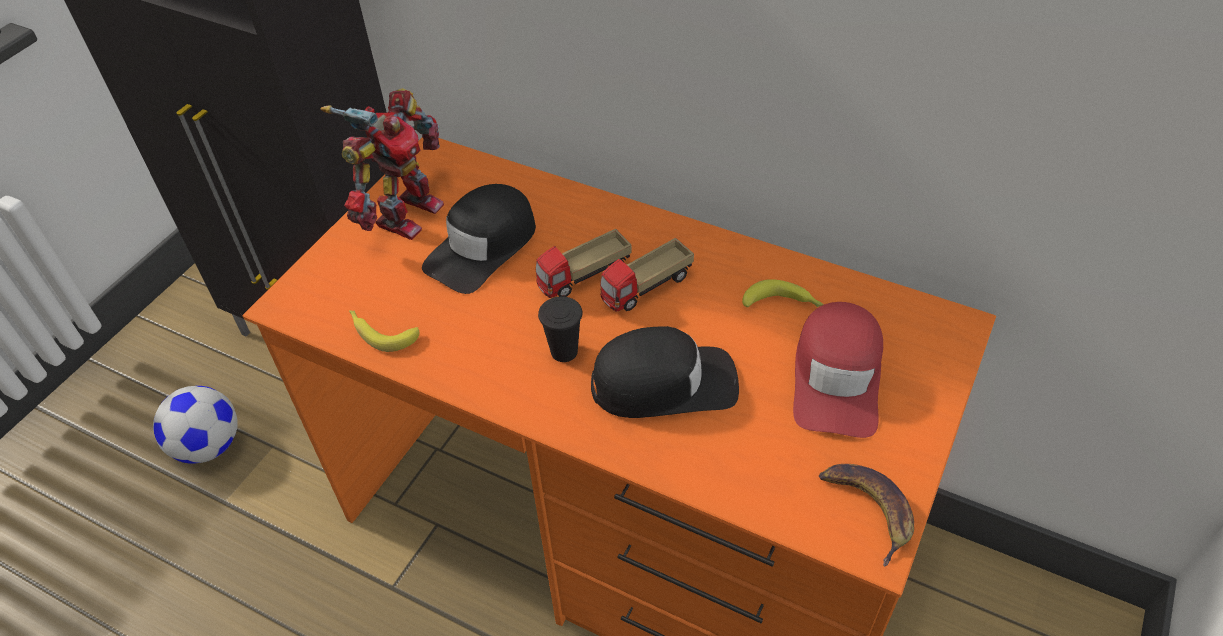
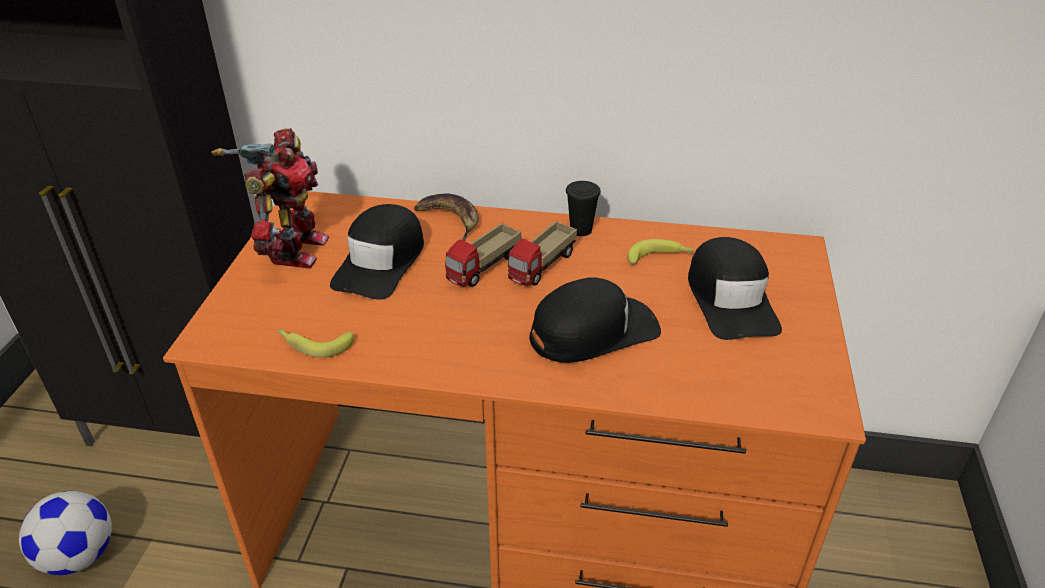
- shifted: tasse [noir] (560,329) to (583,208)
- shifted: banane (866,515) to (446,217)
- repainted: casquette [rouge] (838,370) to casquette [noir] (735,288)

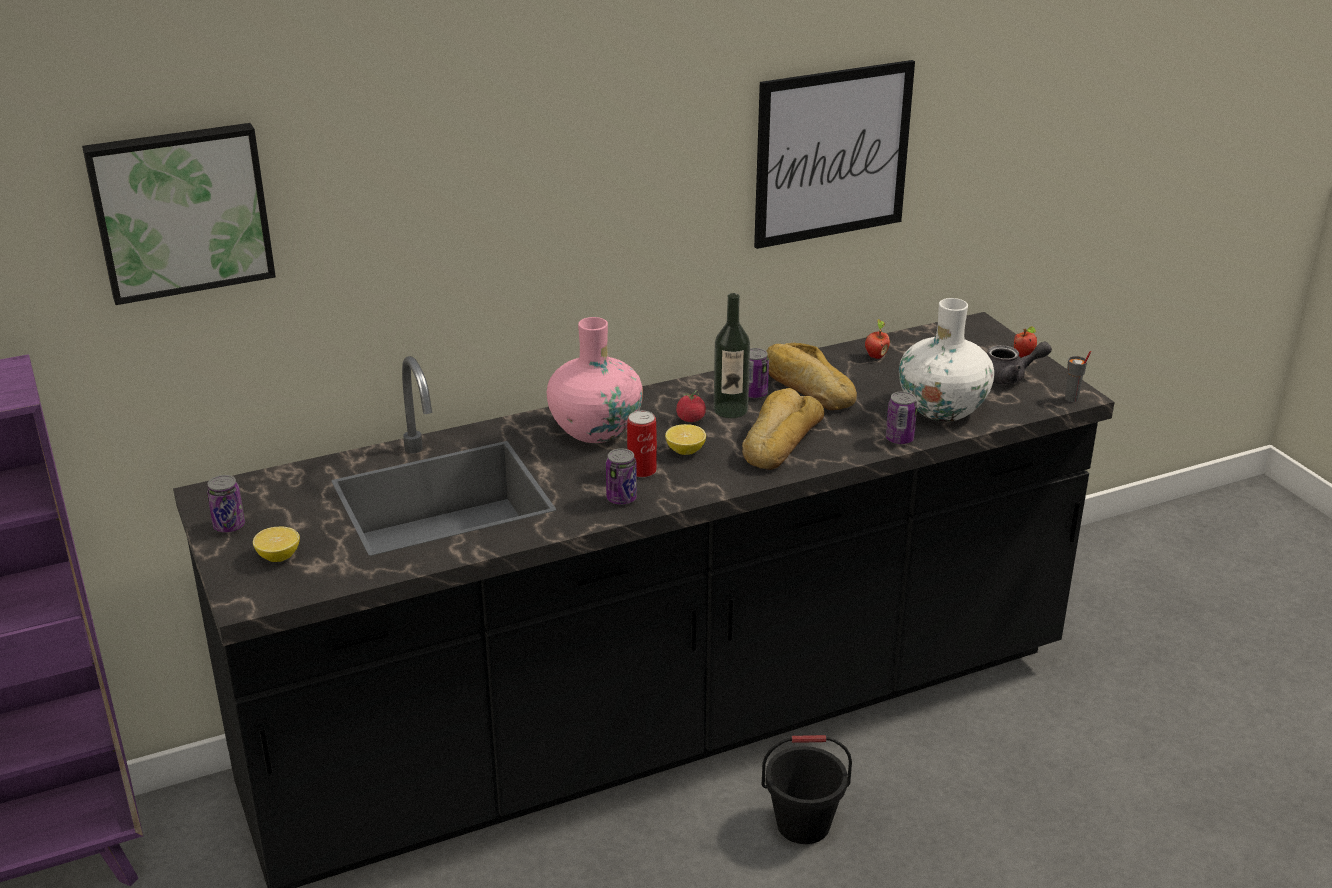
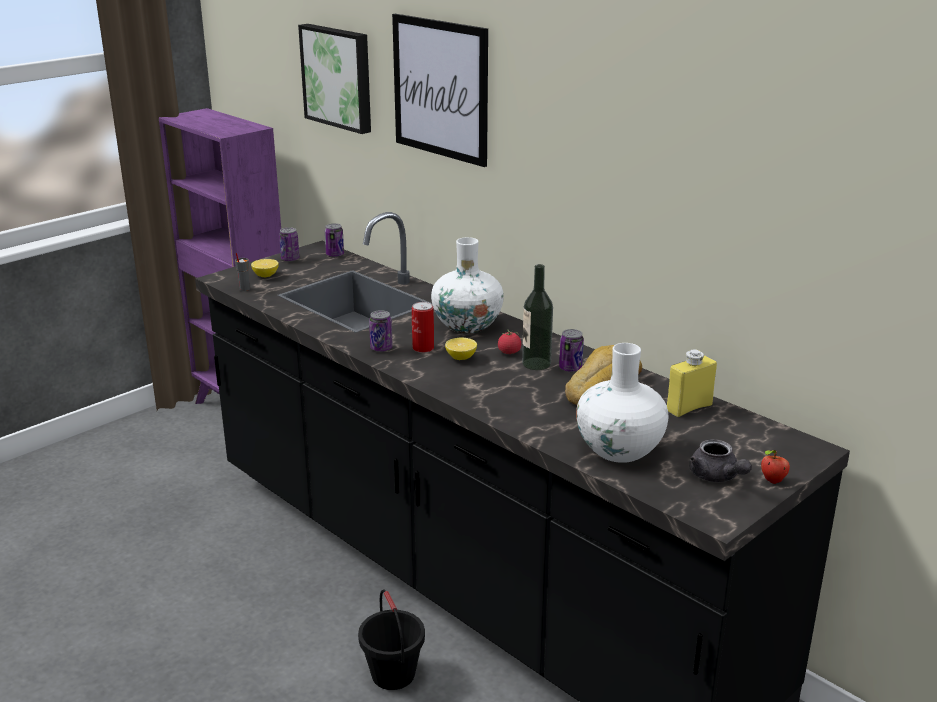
- gone: pain (783,429)
- shifted: tableau (834,154) to (440,90)
- shifted: boîte métallique (901,417) to (334,240)
- shifted: tasse [gris] (1078,376) to (242,272)
- swapped: pomme (877,339) to bouteille [jaune] (692,383)
- repainted: vase [rose] (595,380) to vase [blanc] (467,285)

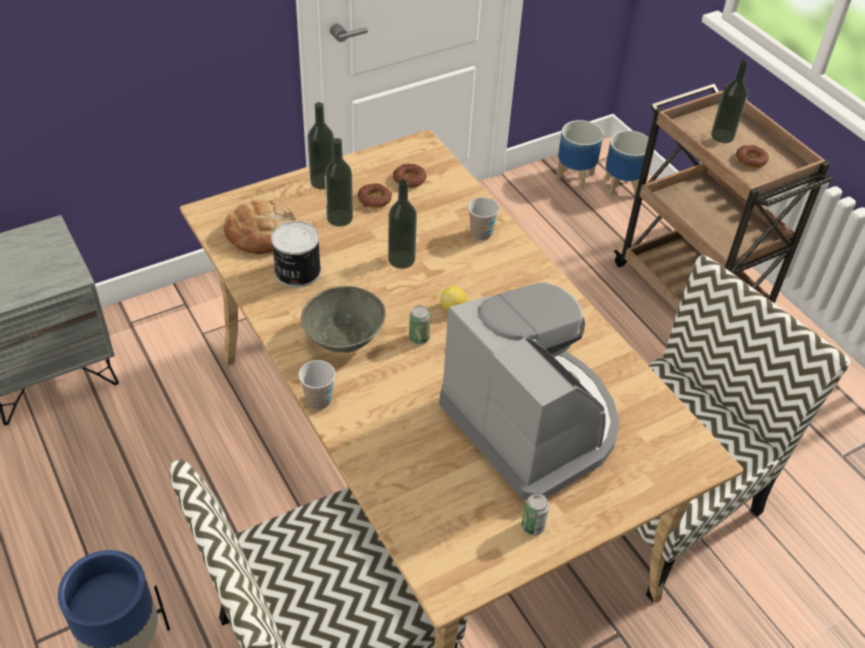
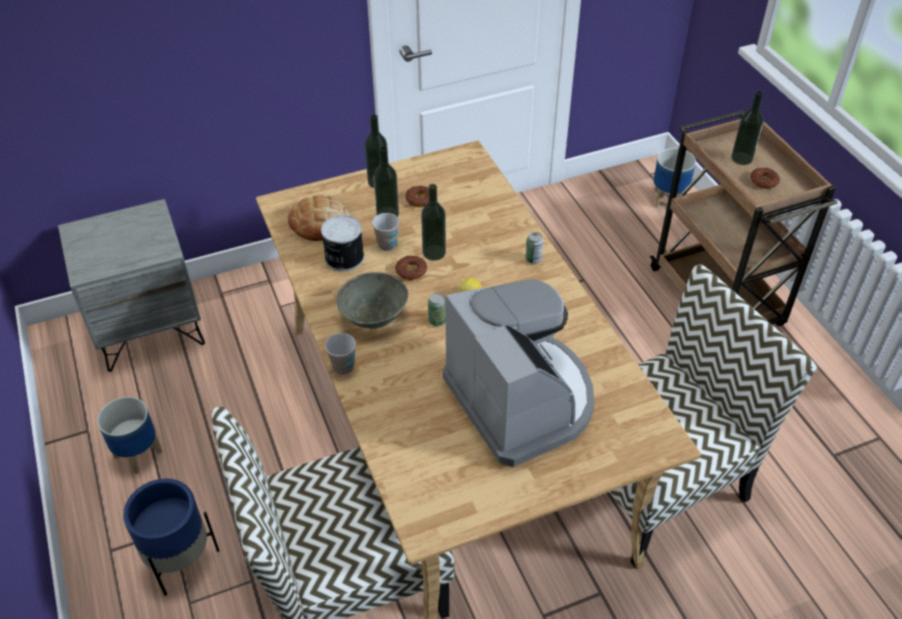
- shifted: beignet (409,176) to (411,268)
- shifted: tasse (483,219) to (385,232)
- shifted: boîte métallique (535,514) to (534,248)
- shifted: cache-pot (579,155) to (129,435)

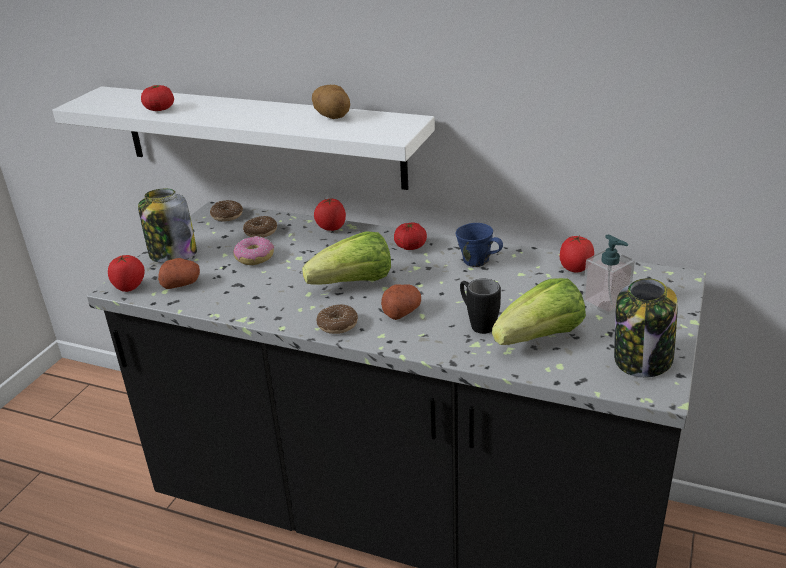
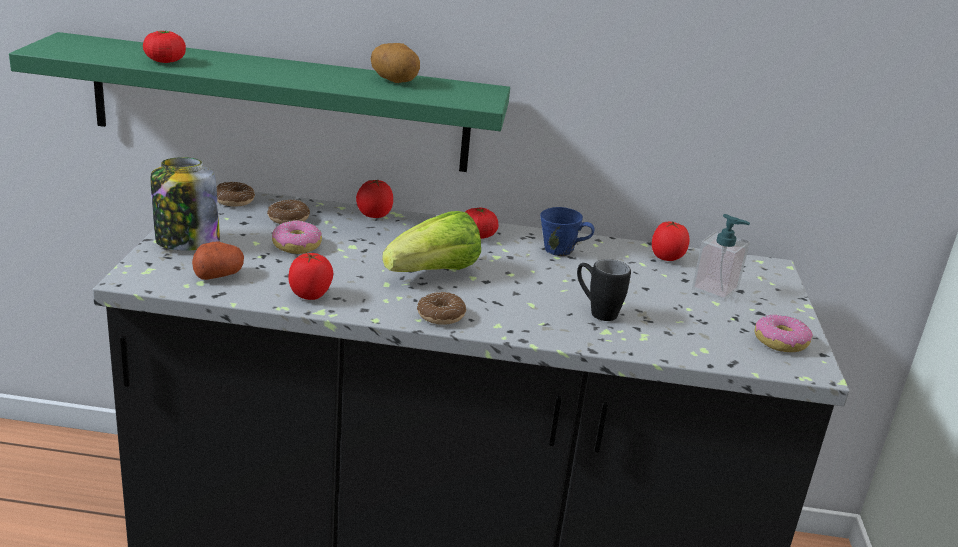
- gone: pomme de terre (401,302)
- gone: laitue (539,311)
- shifted: tomate (126,273) to (311,276)
- swapped: bocal (646,328) to beignet (783,333)
- repainted: étagère [blanc] (243,138) to étagère [vert] (259,102)

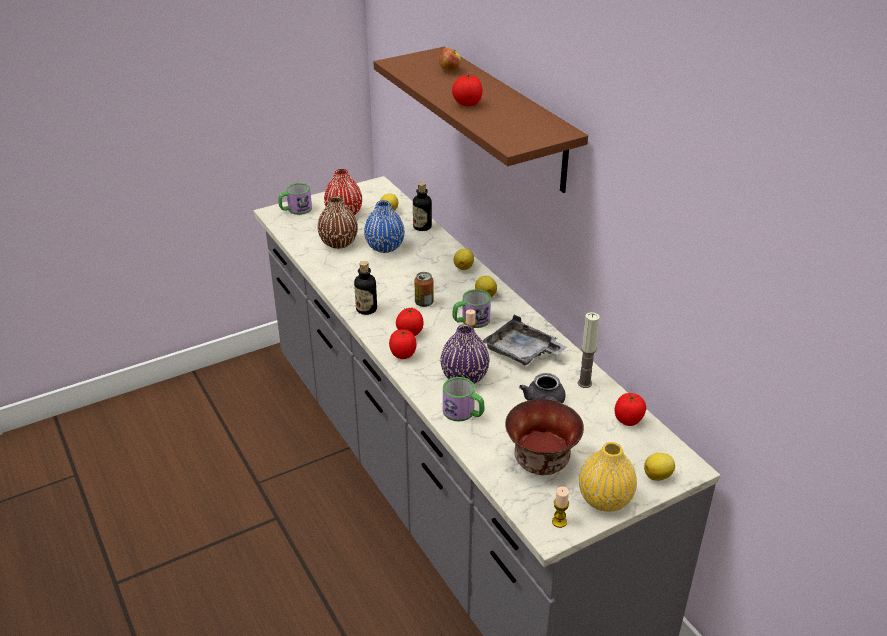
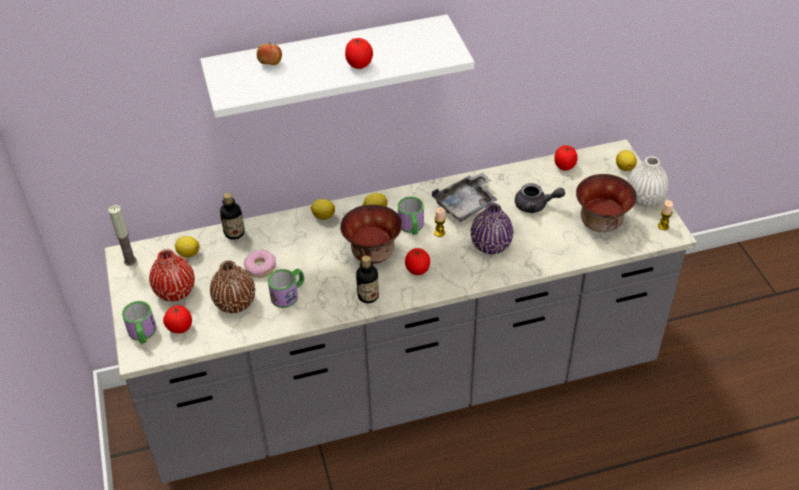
- shifted: tomate (402,344) to (177,319)
- shifted: mug (464,399) to (286,288)
- shifted: bougie (589,350) to (122,235)
- swapped: vase [bleu] (384,226) to beignet (260,264)
- swapped: boîte métallique (424,289) to bol (371,234)
- repainted: étagère [marron] (480,120) to étagère [blanc] (337,66)
- repainted: vase [jaune] (608,477) to vase [blanc] (648,181)

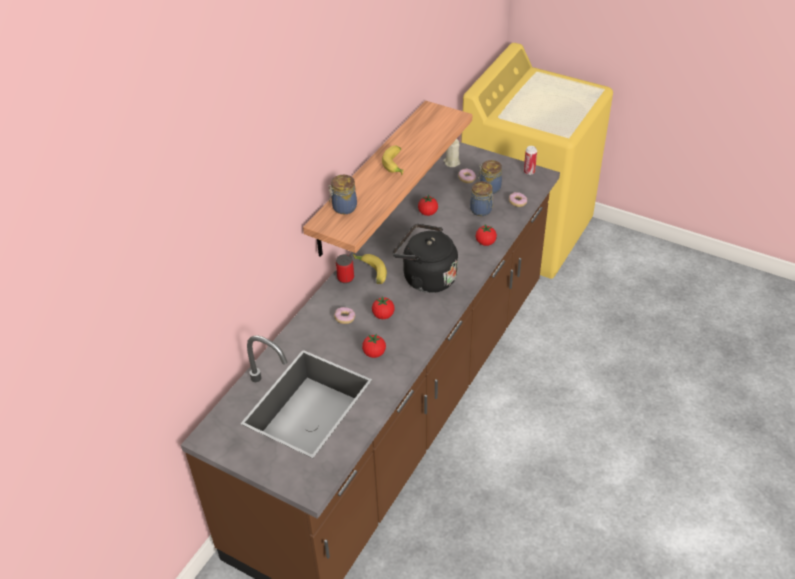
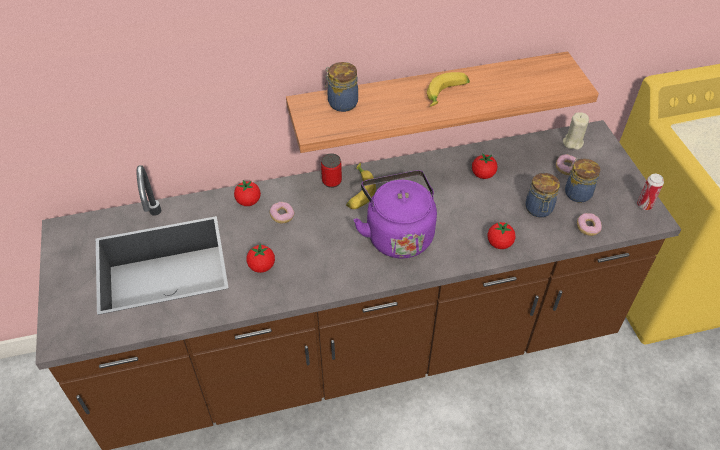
- shifted: tomate (383,307) to (247,193)
- repainted: bouilloire [noir] (425,258) to bouilloire [violet] (395,214)

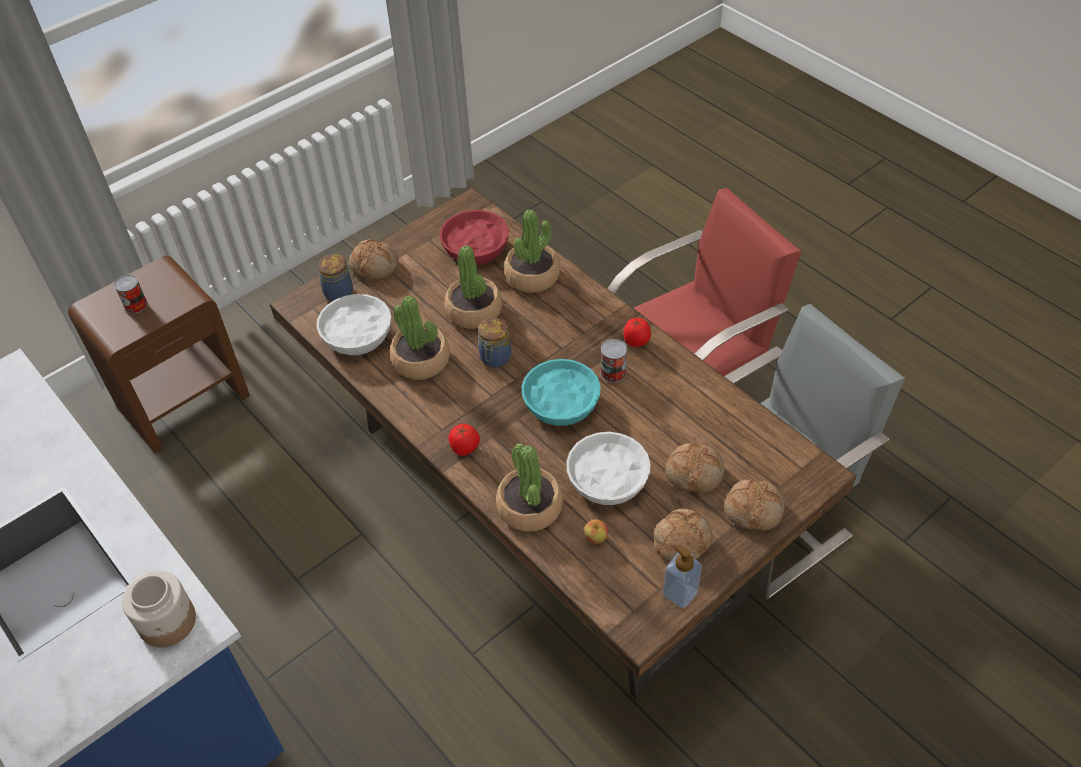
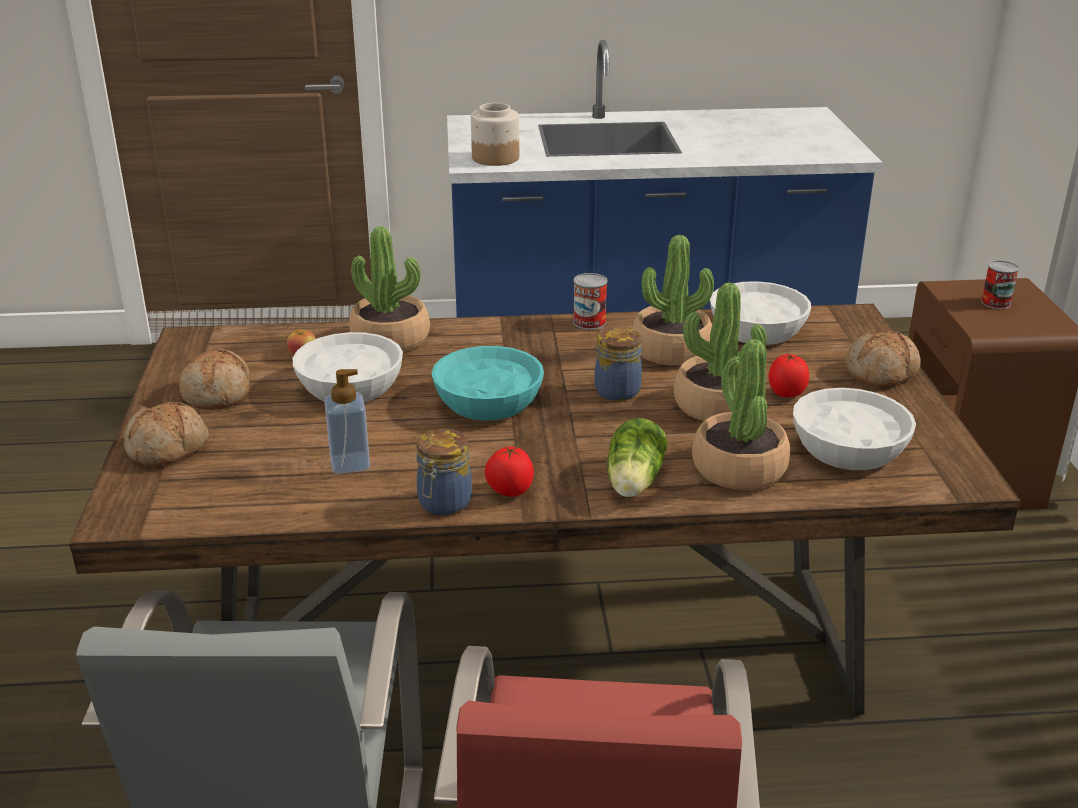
- gone: pain (694,468)
- new: laitue (637,457)
- shifted: bocal (336,277) to (444,472)
- shifted: tomate (464,440) to (789,375)
- shifted: boîte métallique (613,360) to (590,301)
- shifted: distributeur de savon (682,576) to (347,421)
- repainted: bol [rouge] (474,237) to bol [blanc] (854,429)

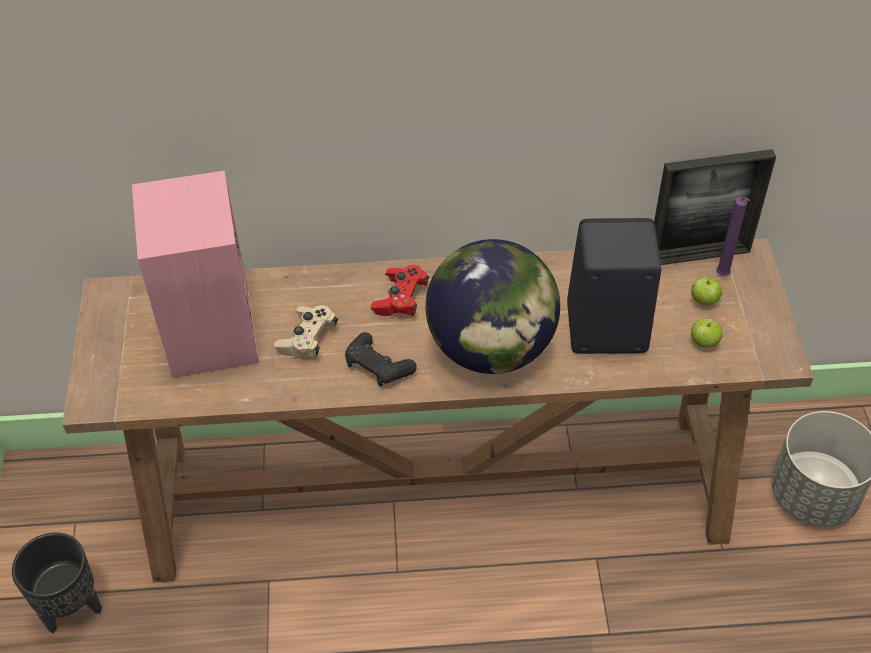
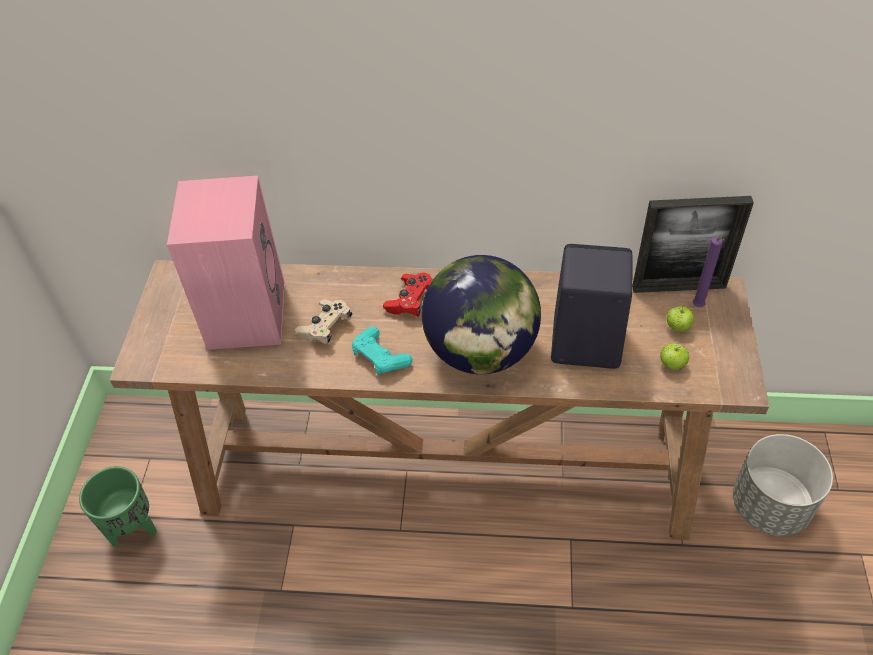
- repainted: cache-pot [noir] (57,582) to cache-pot [vert] (118,507)
- repainted: manette [noir] (381,359) to manette [turquoise] (382,351)

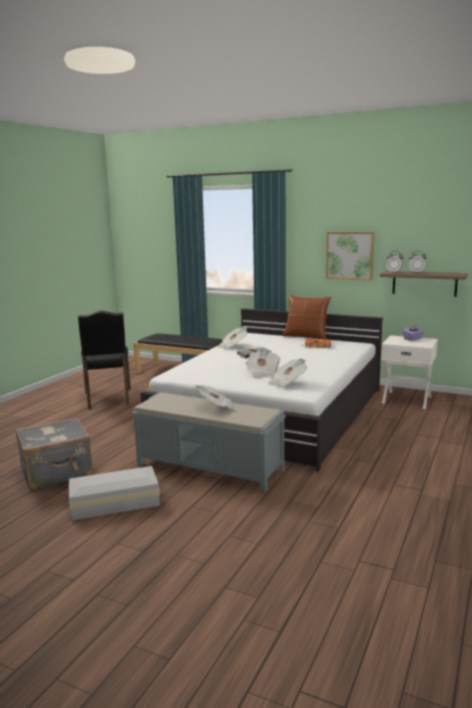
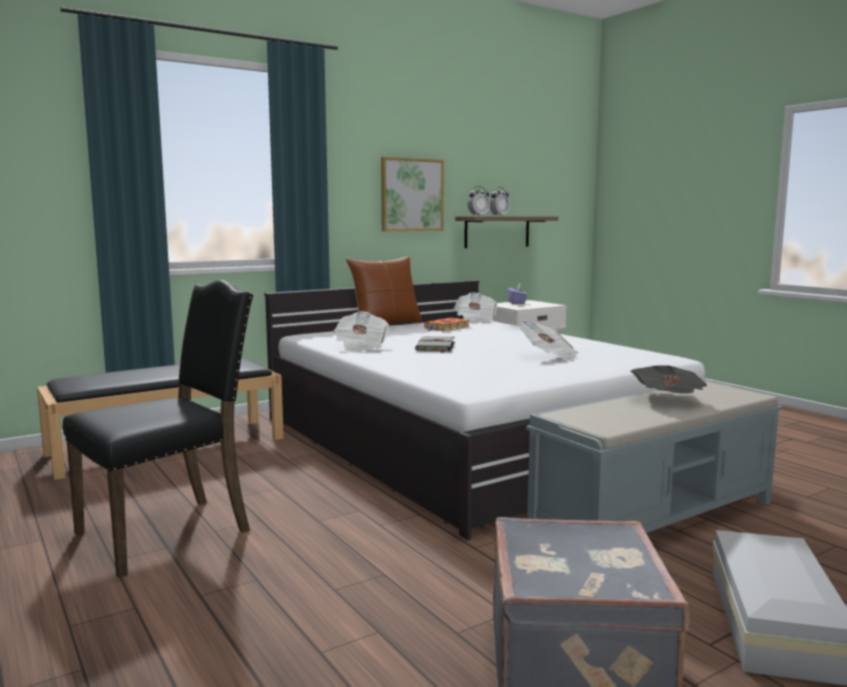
- shifted: journal (288,373) to (476,308)
- rotated: chaise [noir] (104,360) = (157,429) 60 degrees counterclockwise

